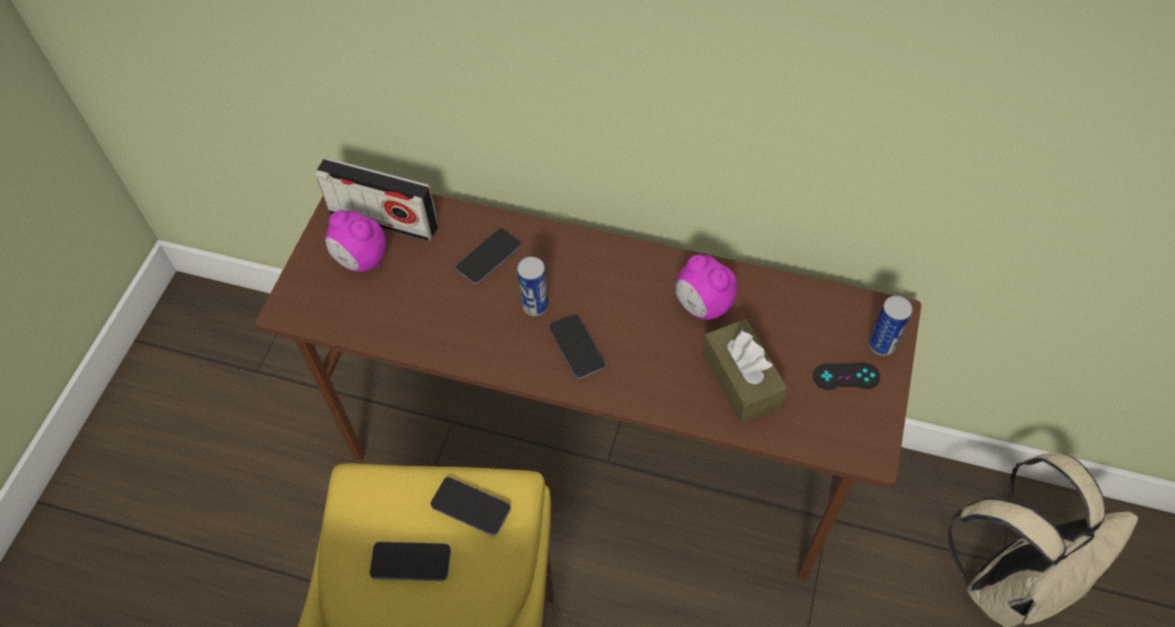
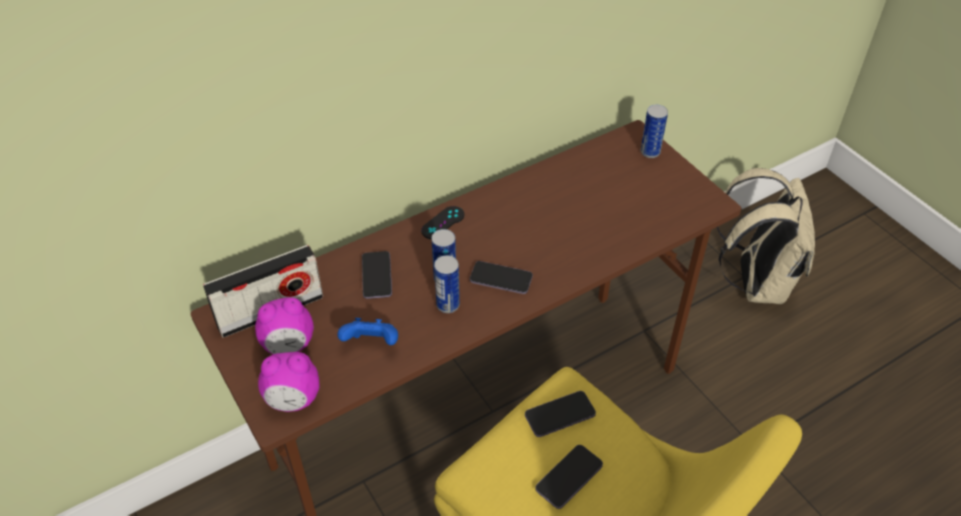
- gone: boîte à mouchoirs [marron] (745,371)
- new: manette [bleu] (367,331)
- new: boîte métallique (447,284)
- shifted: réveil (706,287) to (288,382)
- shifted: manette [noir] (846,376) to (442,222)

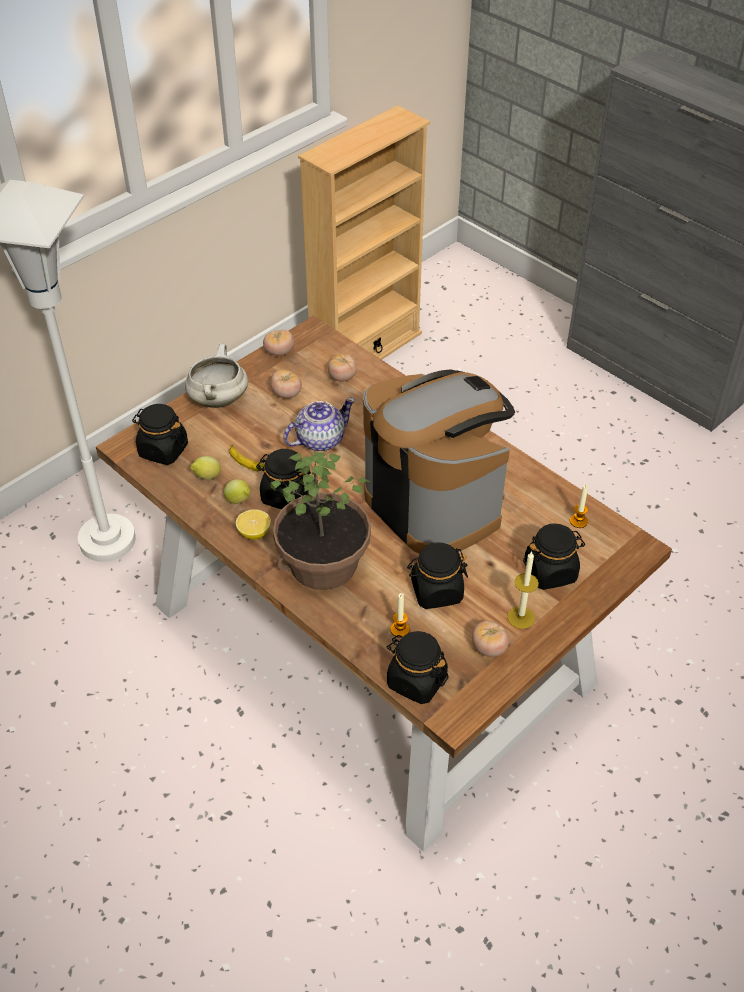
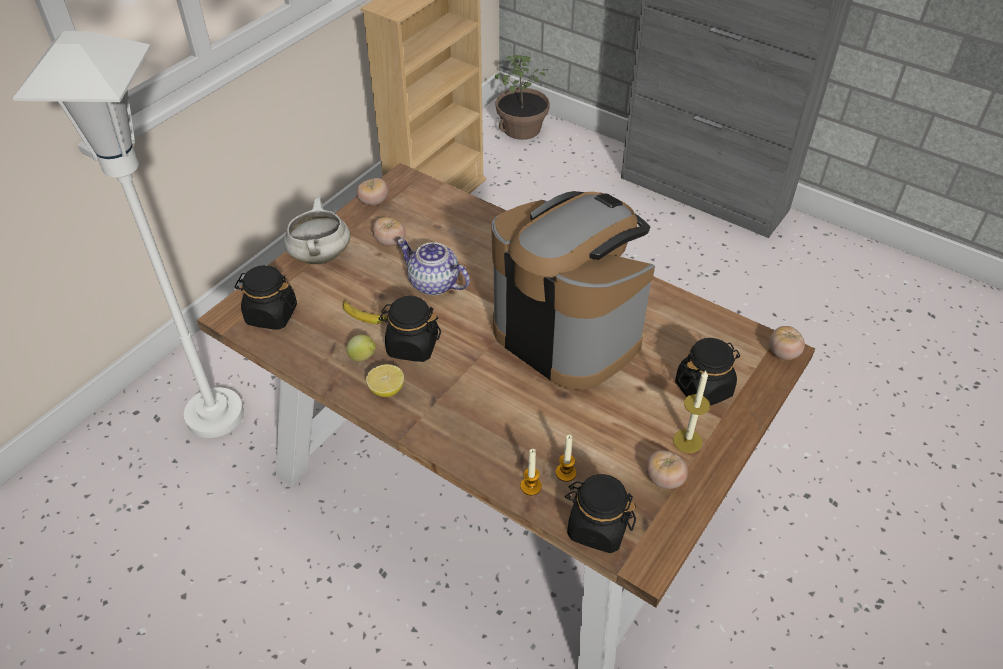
- gone: citron (206,468)
- gone: bocal [noir] (437,575)
- shifted: plante en pot (321,521) to (522,97)
- shifted: tomate (342,368) to (787,343)
- shifted: bougie (579,506) to (531,472)
- rotated: théière (319,424) = (433,267) 105 degrees counterclockwise

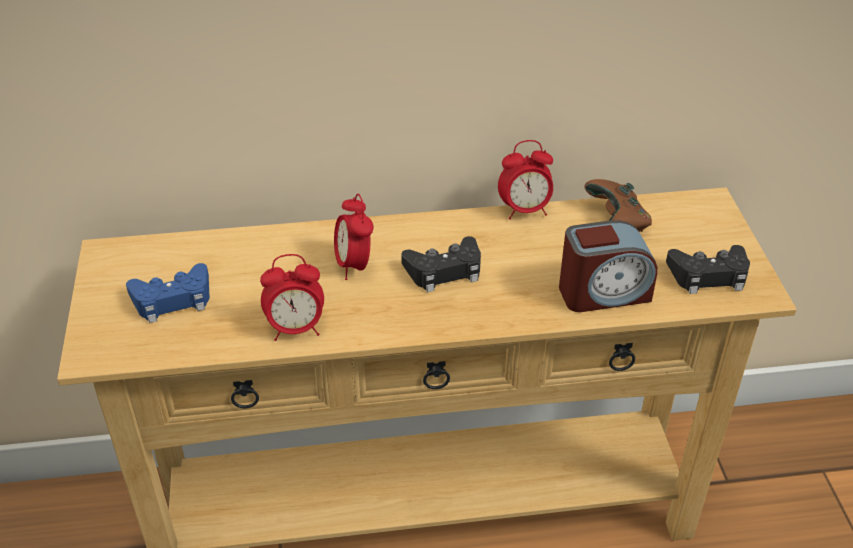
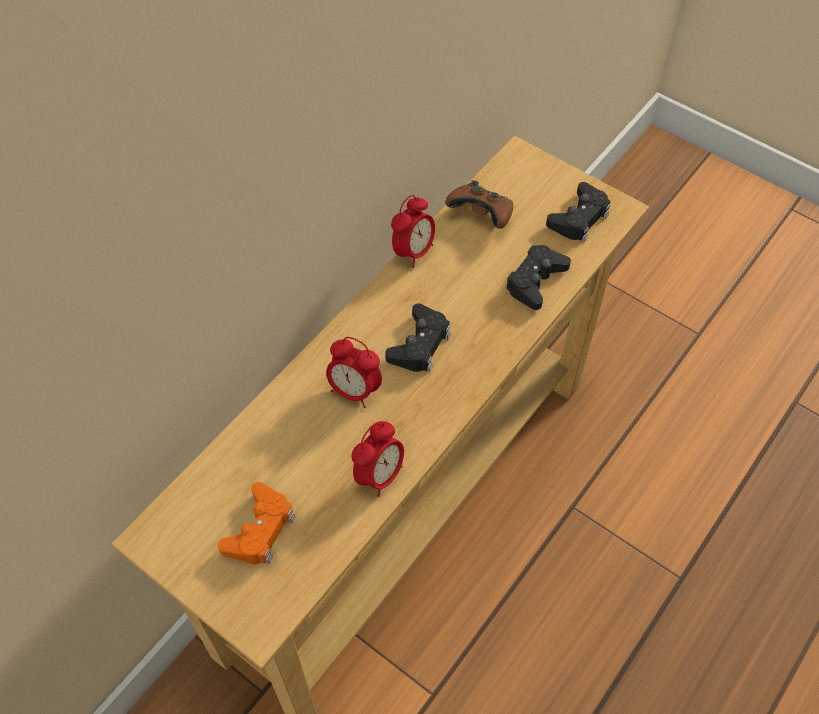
- swapped: réveil (608,266) to manette [noir] (538,277)
- repainted: manette [bleu] (168,293) to manette [orange] (256,523)

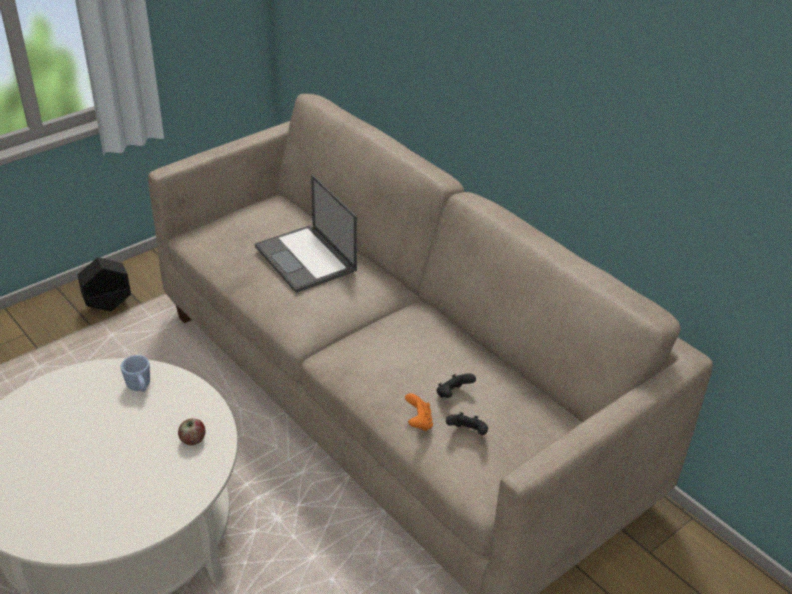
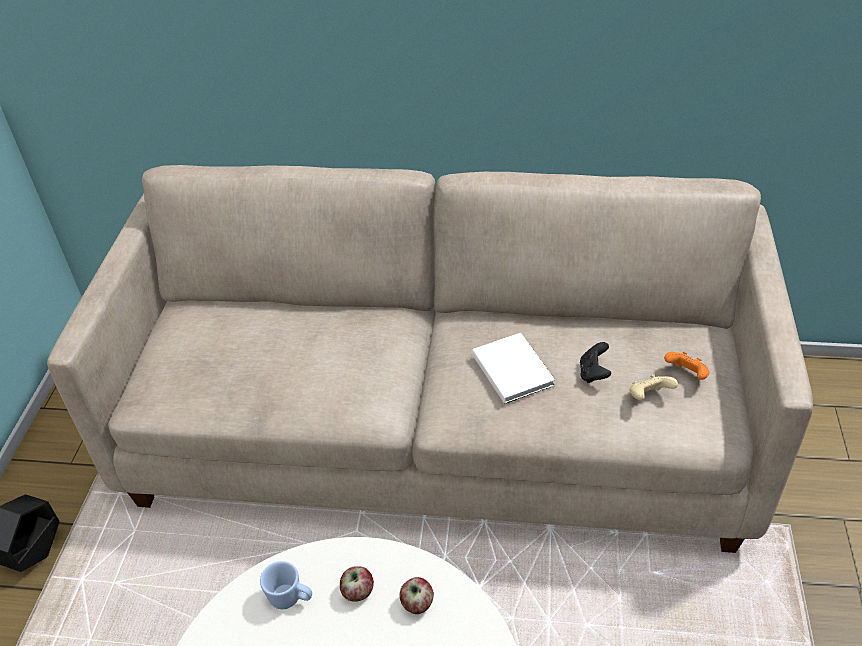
- gone: ordinateur portable (306,233)
- new: pomme (357,584)
- new: livre [blanc] (513,368)
- shifted: manette [orange] (419,412) to (686,365)
- repainted: manette [noir] (467,423) to manette [beige] (653,387)

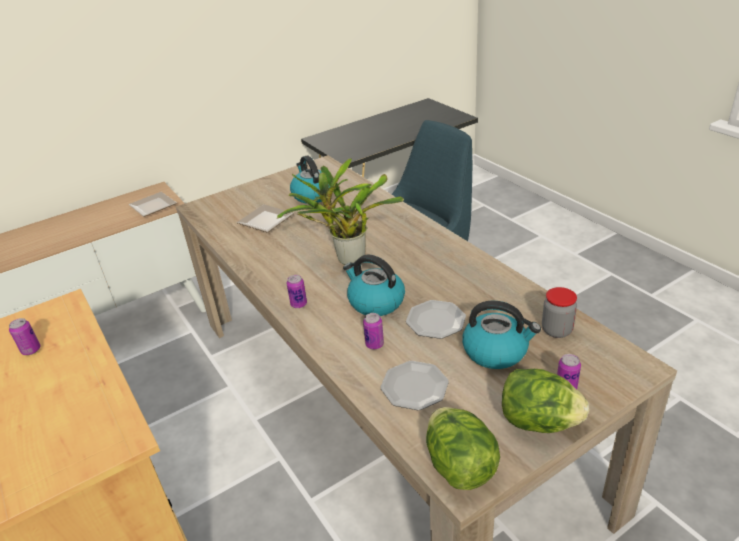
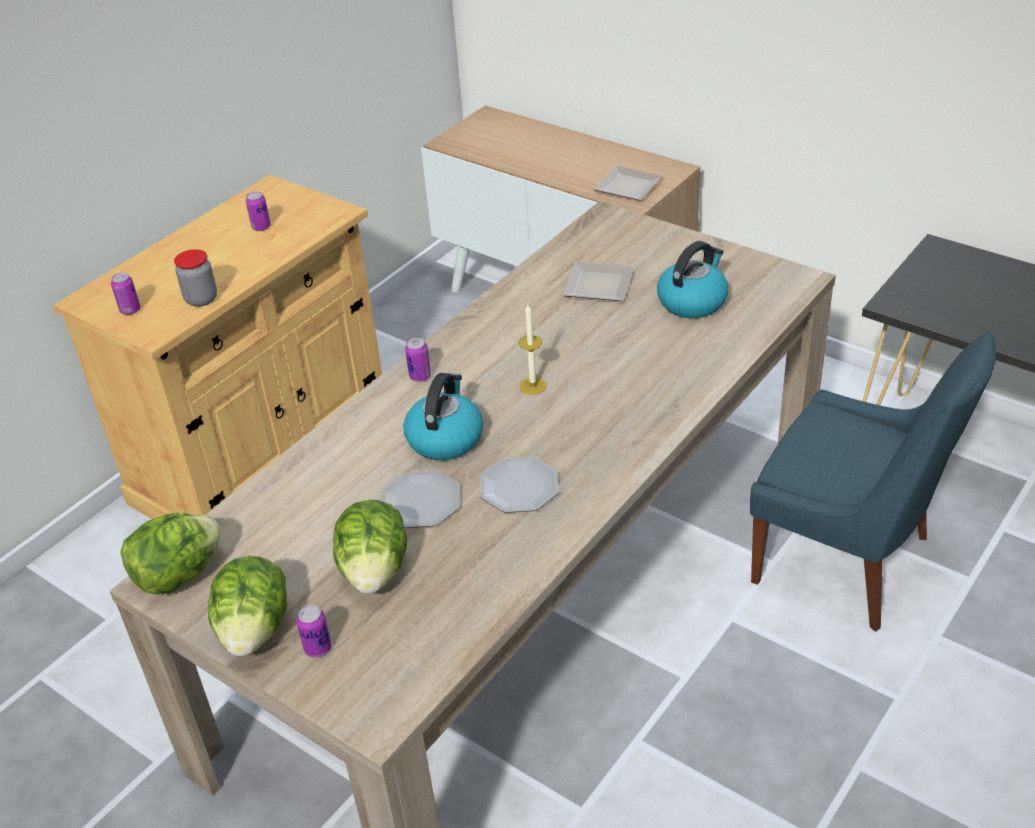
- shifted: boîte métallique (373,331) to (125,294)
- shifted: assiette (415,385) to (519,485)
- shifted: bocal (559,312) to (195,278)
- swapped: plante en pot (340,211) to bougie (532,349)
- swapped: bouilloire (501,335) to laitue (370,546)

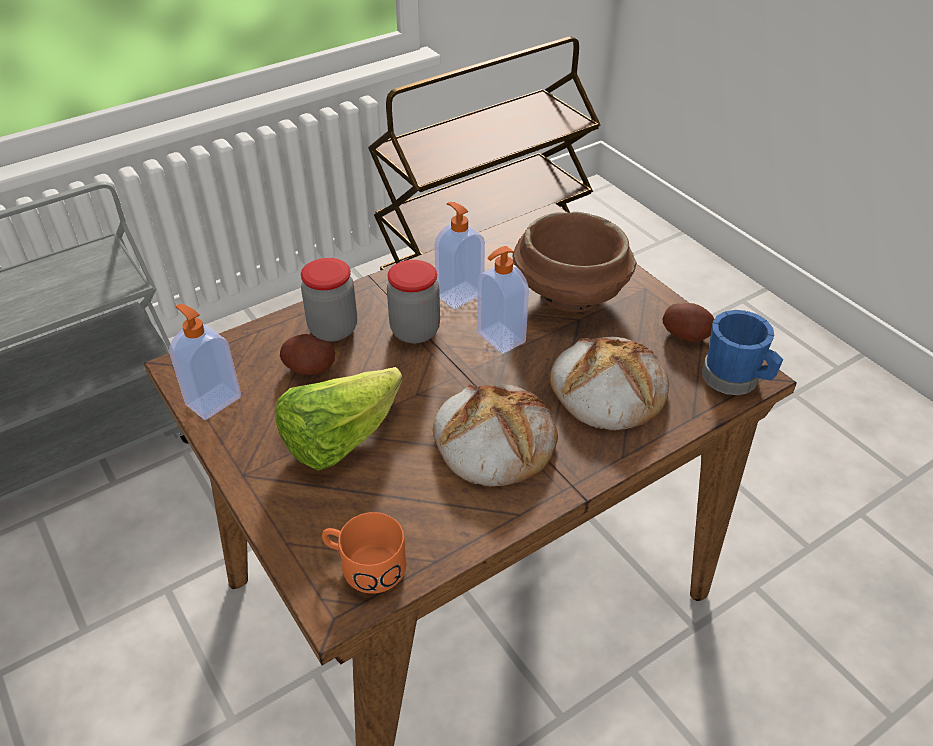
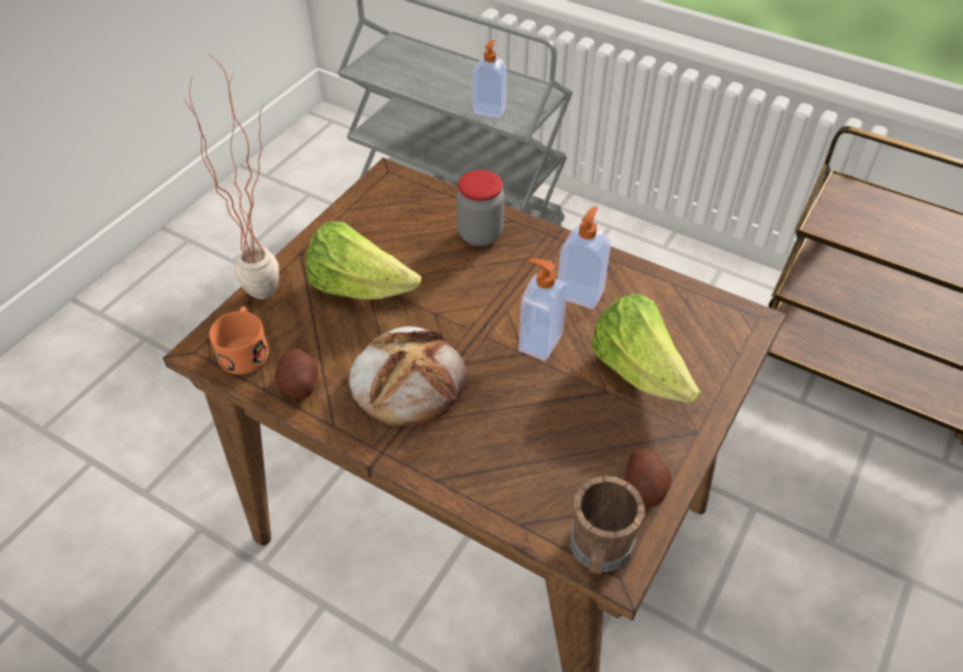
- gone: bocal (413,301)
- gone: pain (609,384)
- new: plante en pot (231,177)
- shifted: distributeur de savon (205,362) to (490,79)
- shifted: pomme de terre (307,354) to (296,374)
- swapped: bol [marron] (575,262) to laitue (646,348)
- repainted: mug [bleu] (742,352) to mug [marron] (607,525)

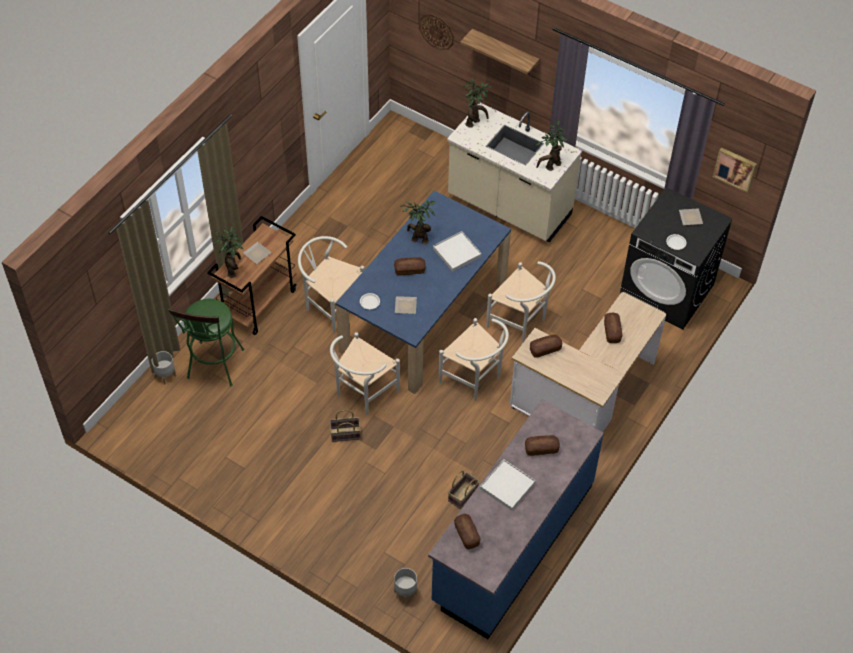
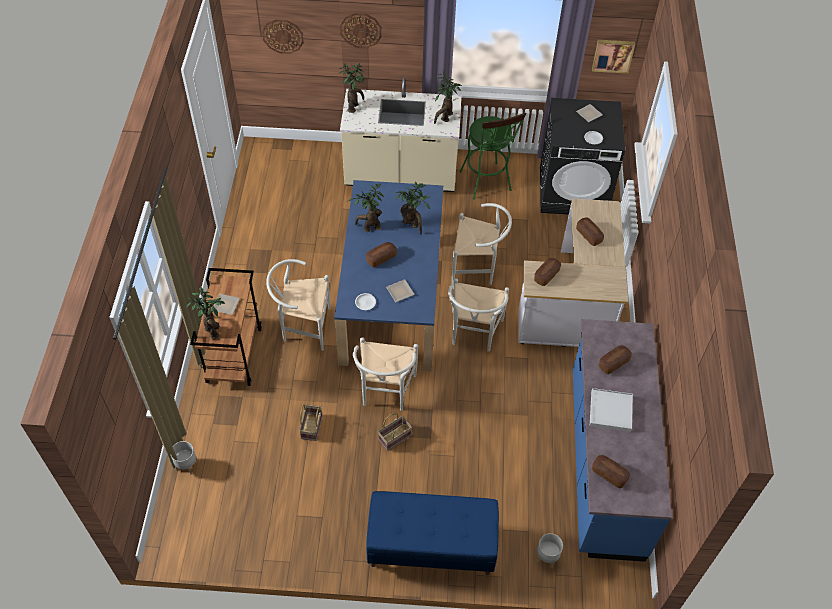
- new: banc [bleu] (432,533)
- shifted: tabouret [vert] (206,342) to (493,156)
- shifted: panier (463,489) to (310,423)
- swapped: plateau [blanc] (457,251) to plante en pot (412,208)
- swapped: étagère (499,52) to horloge murale (361,30)
- rotated: chaise [blanc] (474,359) = (478,315) 90 degrees clockwise

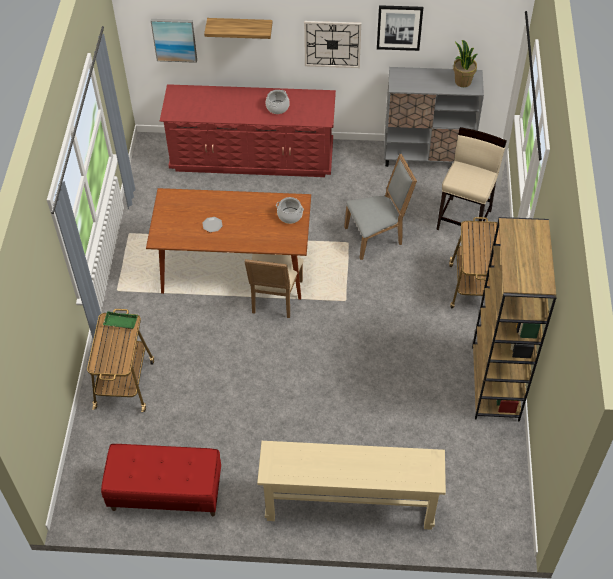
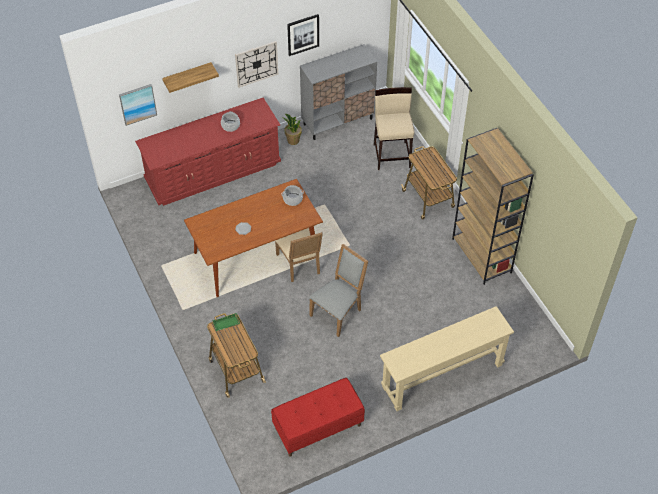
- shifted: chaise [gris] (380,207) to (338,290)
- shifted: plante en pot (465,63) to (292,129)

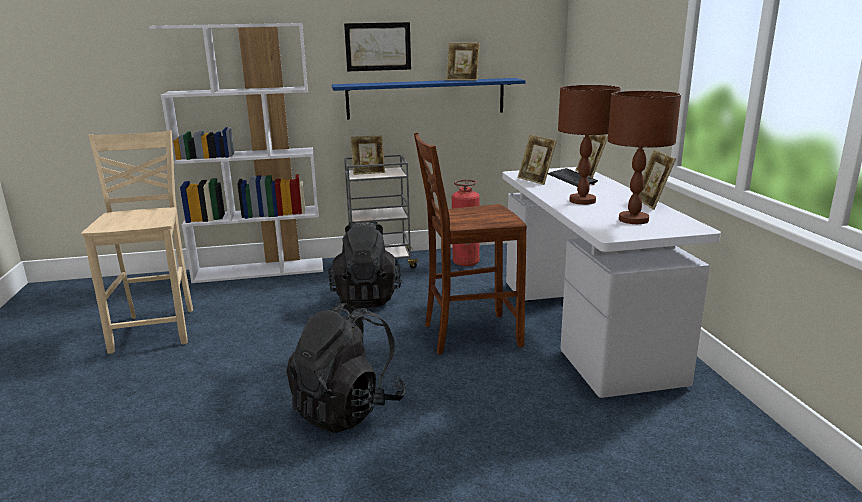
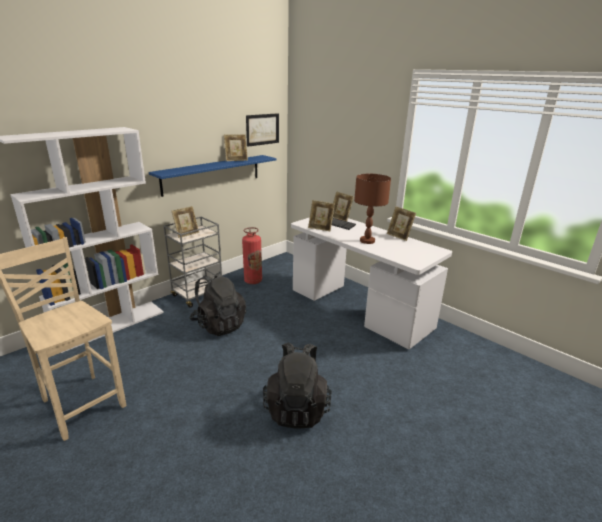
- gone: chaise [marron] (470,243)
- gone: lampe de table [marron] (644,157)
- shifted: tableau (377,46) to (262,130)

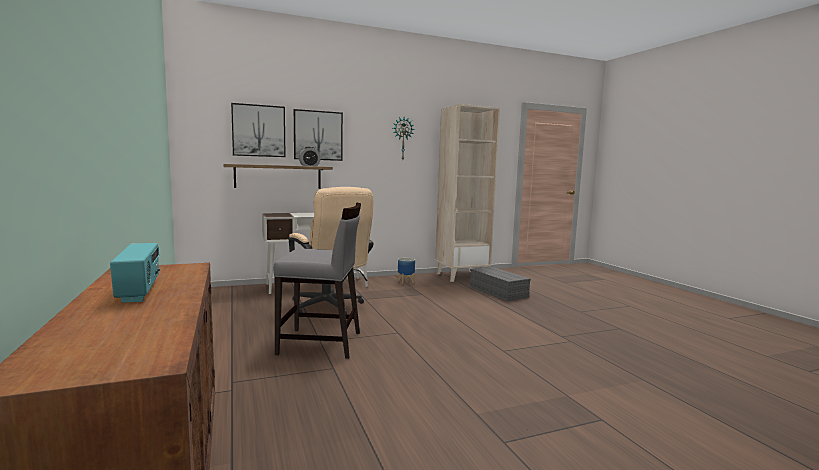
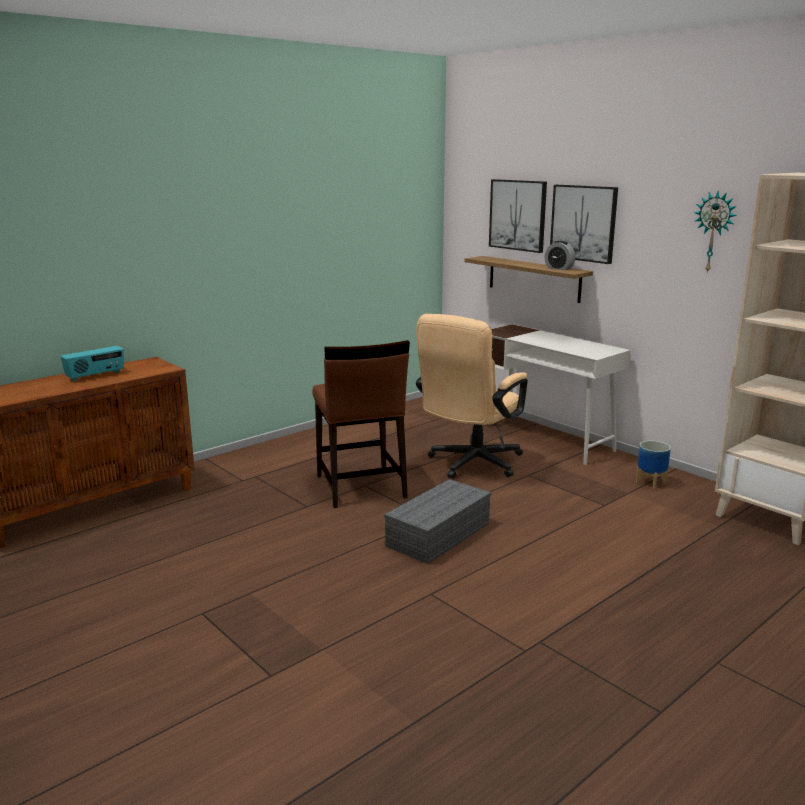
- shifted: boîte de rangement [gris] (500,284) to (437,521)
- repainted: chaise [gris] (317,280) to chaise [marron] (361,424)

